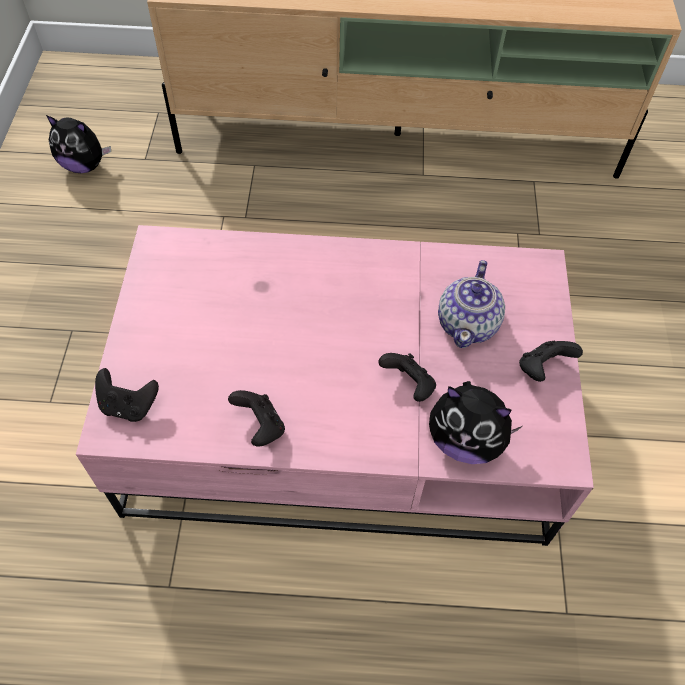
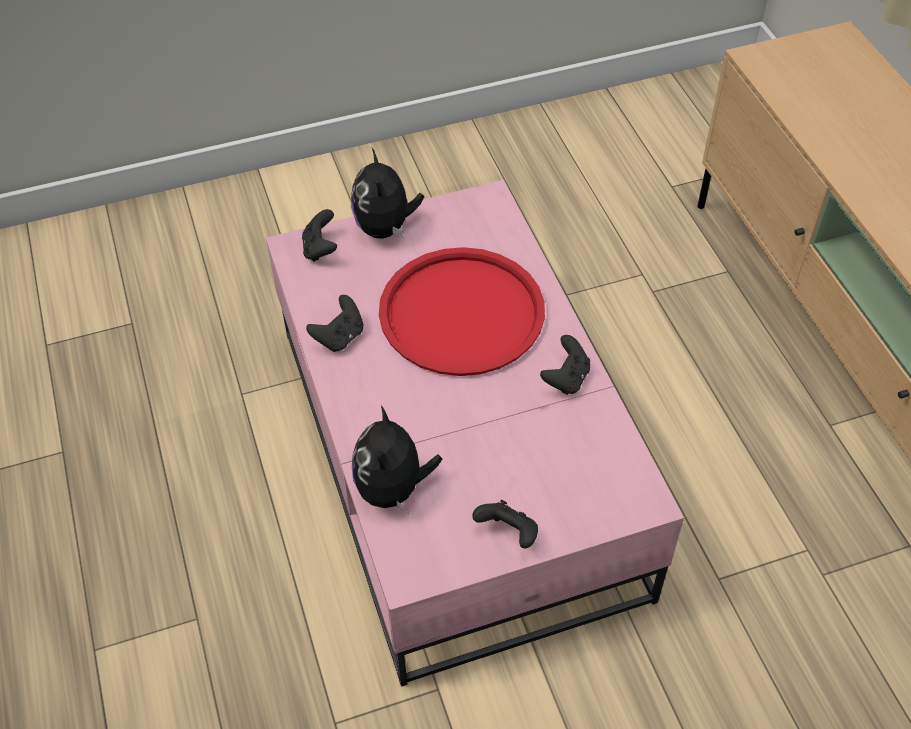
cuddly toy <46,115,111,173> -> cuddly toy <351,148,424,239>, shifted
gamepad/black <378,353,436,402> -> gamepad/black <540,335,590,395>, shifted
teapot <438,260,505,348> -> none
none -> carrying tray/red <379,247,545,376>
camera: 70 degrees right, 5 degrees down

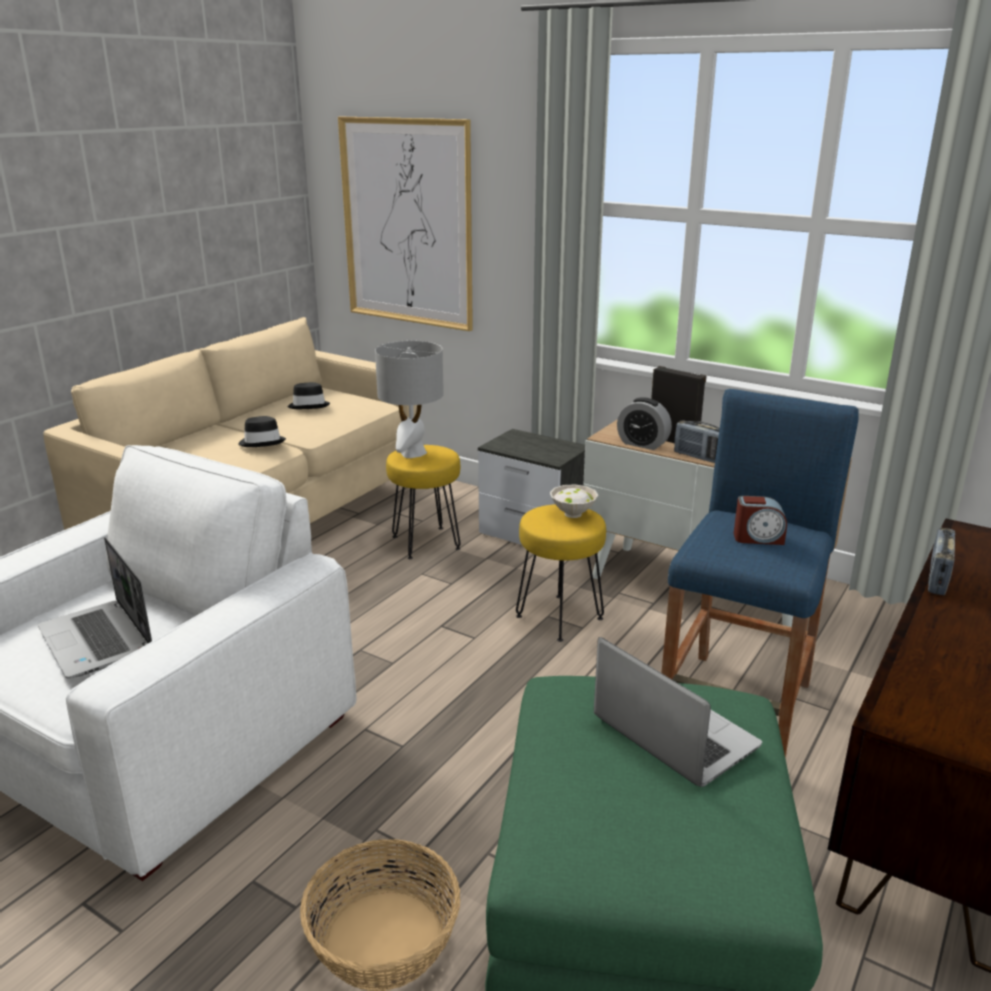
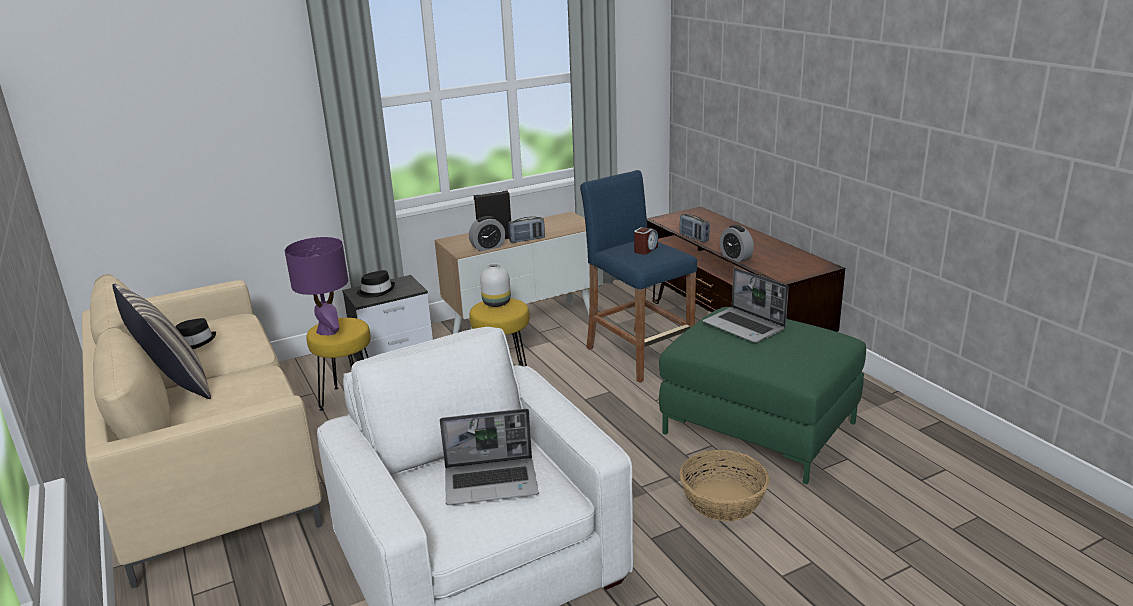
wearable hat/black <238,416,286,447> -> wearable hat/black <356,270,395,298>, shifted
picture <338,116,473,331> -> none
tabletop lamp/grey <375,341,444,458> -> tabletop lamp/purple-coloured <285,237,348,335>
deep dish/white-coloured <550,484,598,518> -> vase/white-coloured <480,263,511,307>
notebook computer <594,637,762,787> -> notebook computer <703,268,789,343>, 120 degrees counterclockwise
none -> cushion <112,283,211,399>
none -> alarm clock <720,225,754,262>
camera: 60 degrees left, 0 degrees up

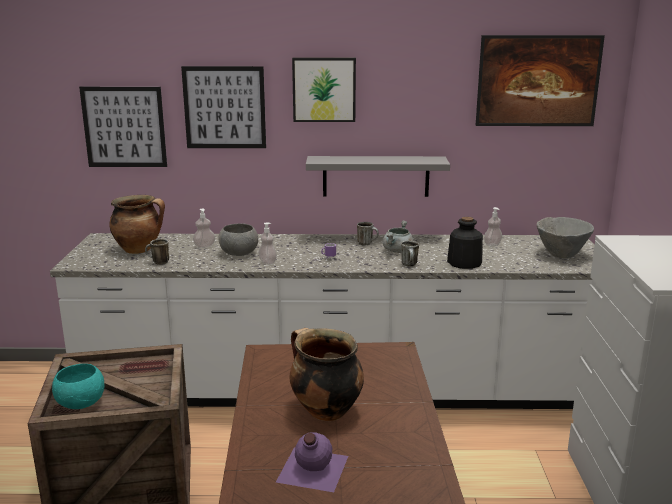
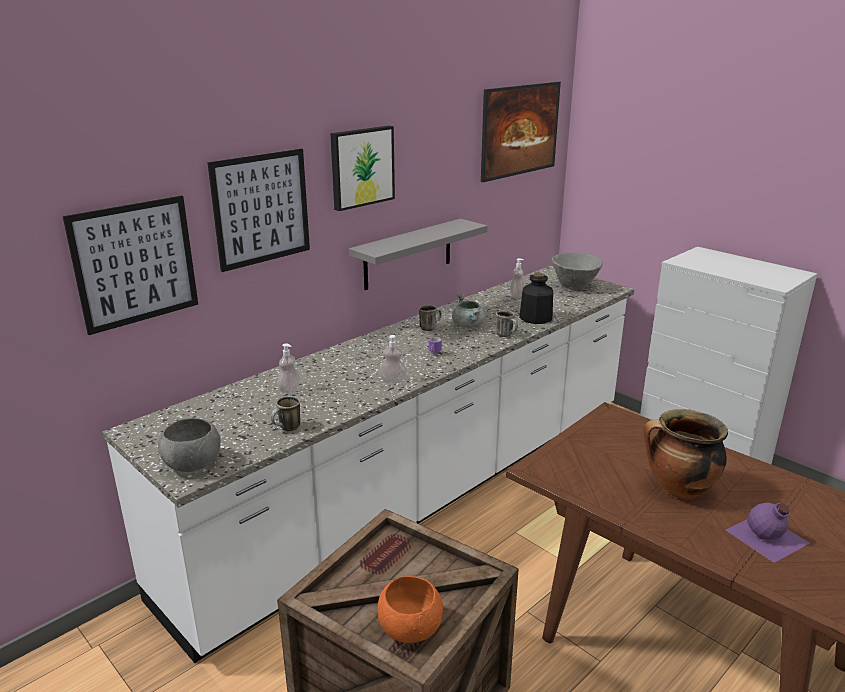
deep dish/blue-green <52,364,105,409> -> deep dish/orange-coloured <377,576,443,643>
saucepot <109,195,165,254> -> none
deep dish/grey <219,223,258,256> -> deep dish/grey <158,418,221,472>, shifted
camera: 45 degrees left, 5 degrees up

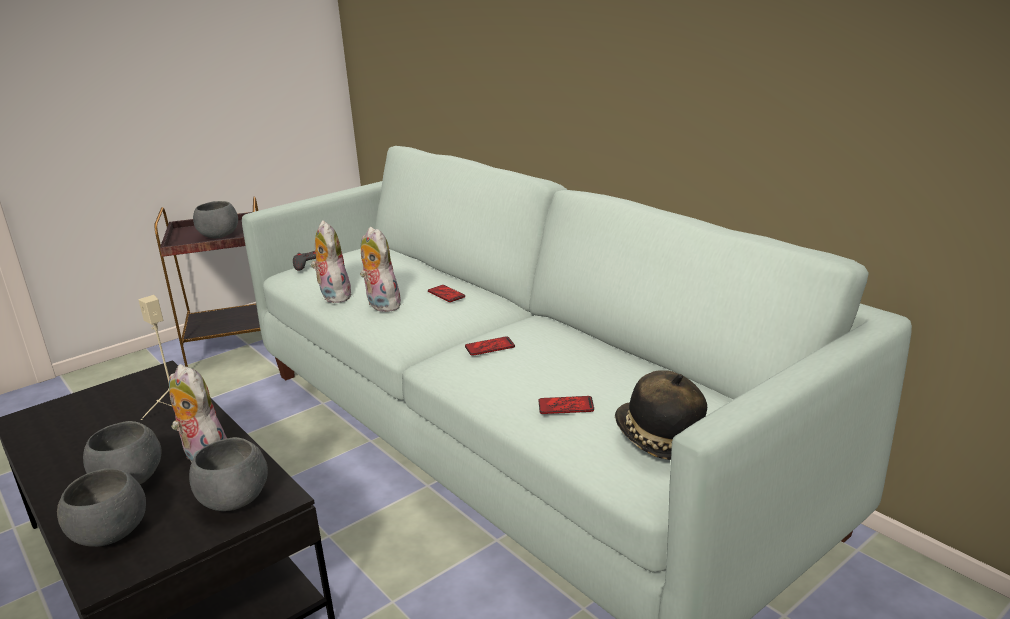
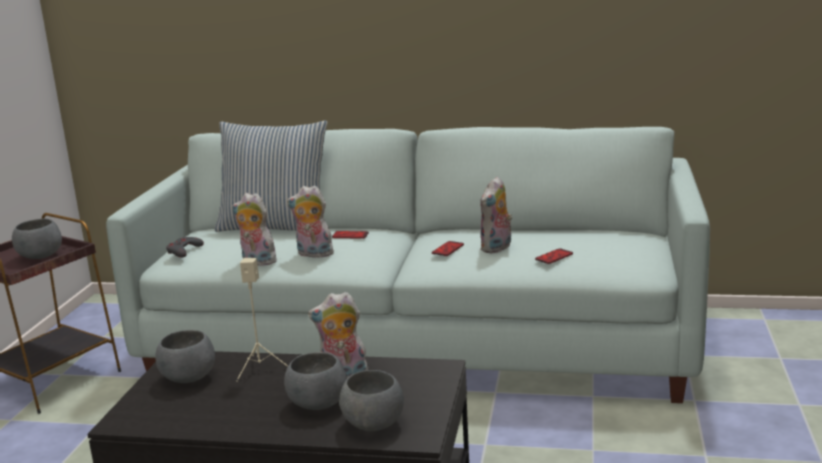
deep dish/grey <189,437,268,511> -> deep dish/grey <155,330,215,383>, shifted
wearable hat <615,370,707,460> -> none
none -> cushion <215,121,327,232>
none -> cuddly toy <480,176,512,253>
camera: 40 degrees left, 5 degrees down

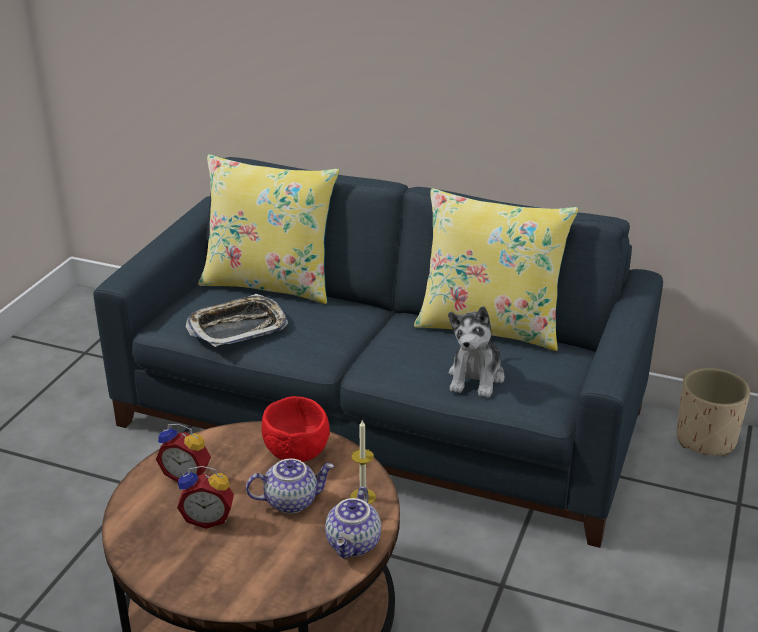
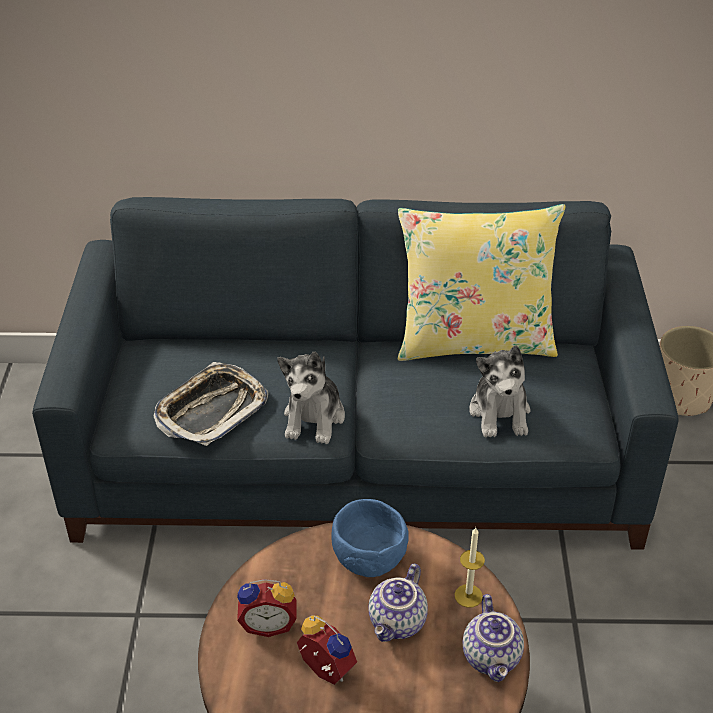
alarm clock <177,466,234,529> -> alarm clock <297,616,357,685>, 120 degrees counterclockwise
cushion/yellow-coloured <198,154,340,304> -> none
teapot <246,459,334,514> -> teapot <368,564,428,642>, 150 degrees clockwise
deep dish/red <261,396,330,462> -> deep dish/bluish <331,499,409,577>
none -> cuddly toy <277,352,345,444>
camera: 20 degrees left, 10 degrees up

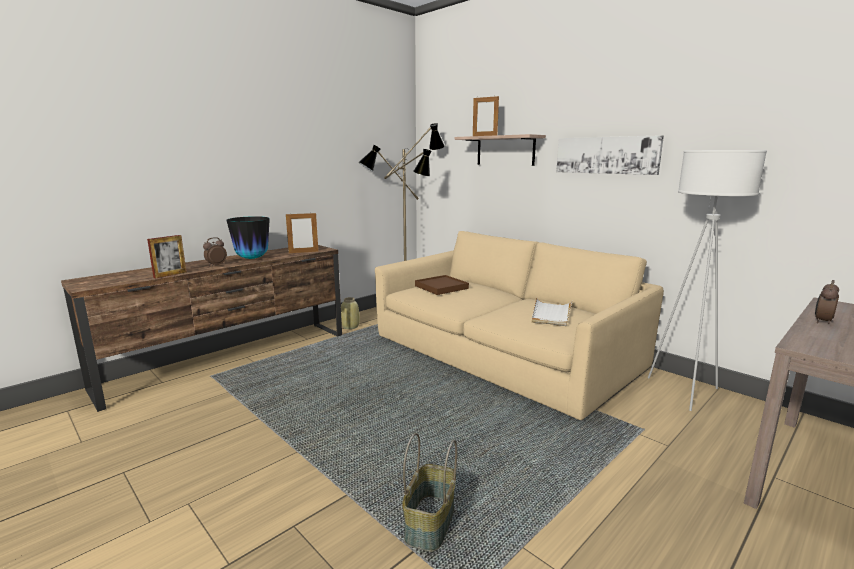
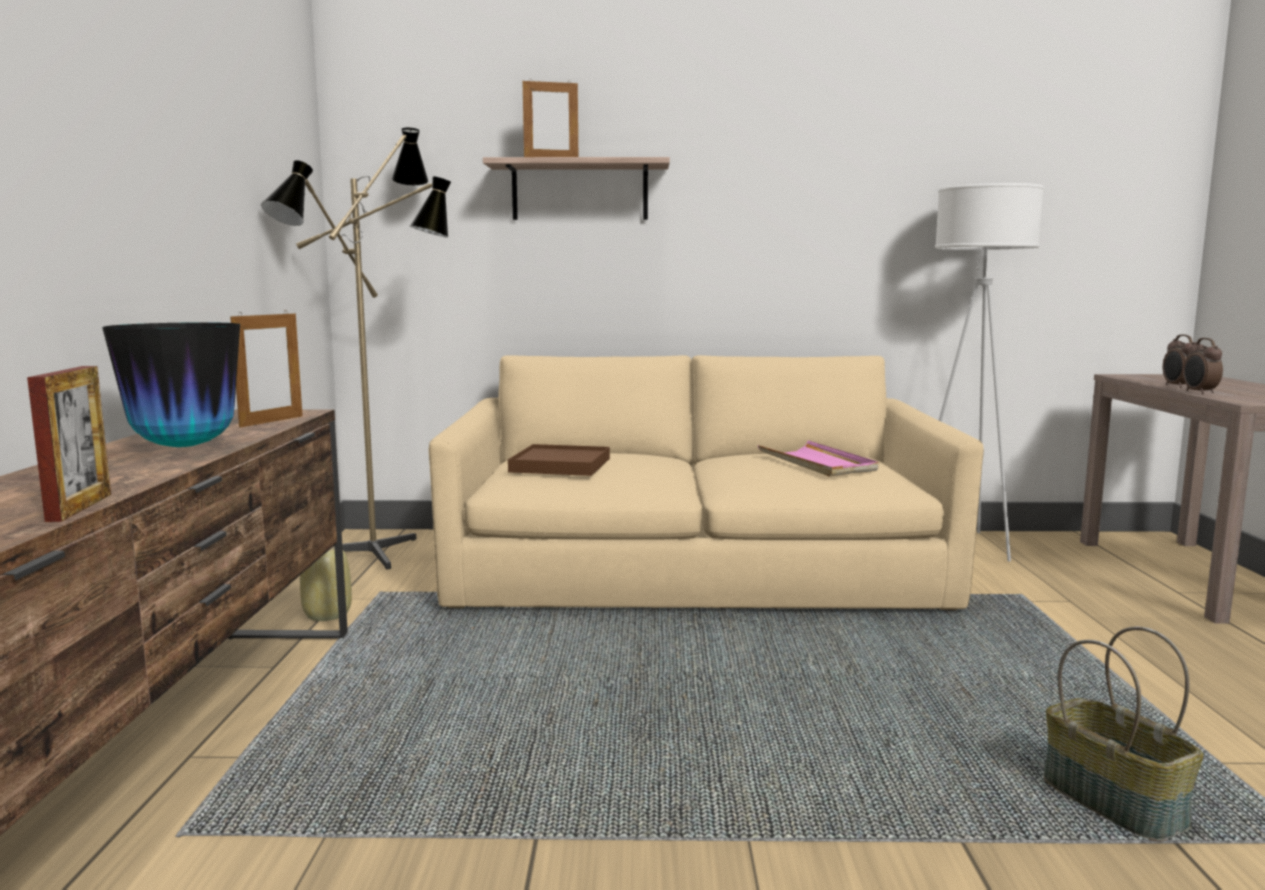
alarm clock <203,237,227,266> -> alarm clock <1183,338,1223,394>, shifted
carrying tray/white-coloured <532,297,573,326> -> carrying tray/pinkish <758,440,879,477>
picture <556,135,664,175> -> none
camera: 45 degrees left, 5 degrees down

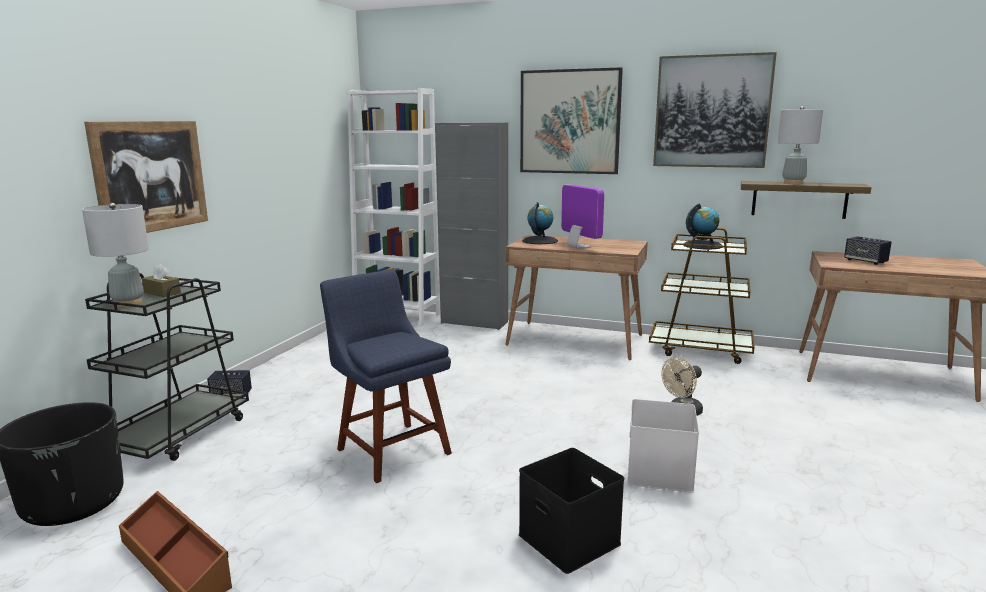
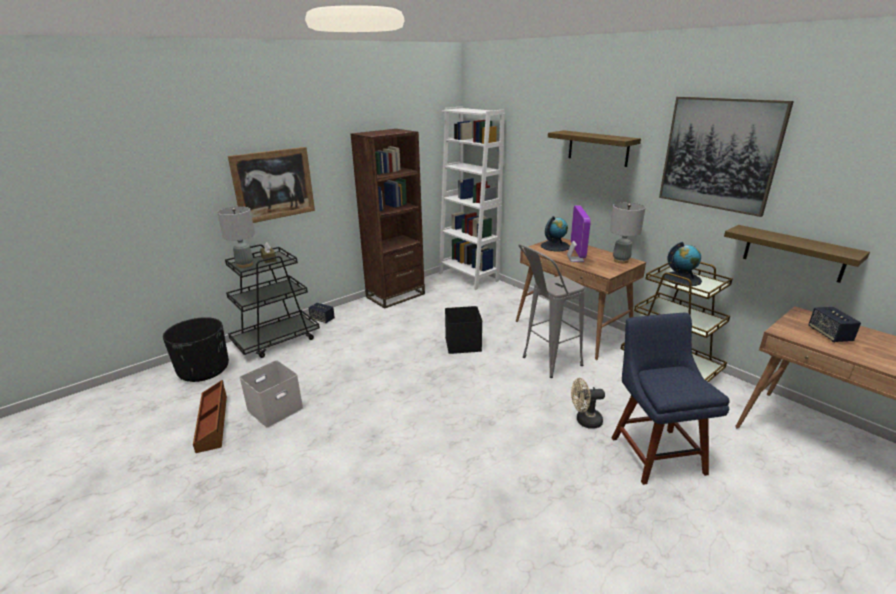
plain chair/bluish <320,270,452,483> -> plain chair/bluish <612,313,730,485>, shifted
storage cabinet/grey <435,122,508,330> -> none
storage bin/black <519,448,624,574> -> storage bin/black <445,306,482,354>, shifted
picture <520,67,623,174> -> wall shelf <548,130,641,167>
storage bin/white-coloured <627,399,699,492> -> storage bin/white-coloured <239,360,303,428>, shifted
tabletop lamp/grey <778,106,823,184> -> tabletop lamp/grey <610,202,645,263>, shifted
none -> bookcase/brown <350,129,425,309>
none -> stool/grey <518,244,585,378>
camera: 30 degrees right, 10 degrees up

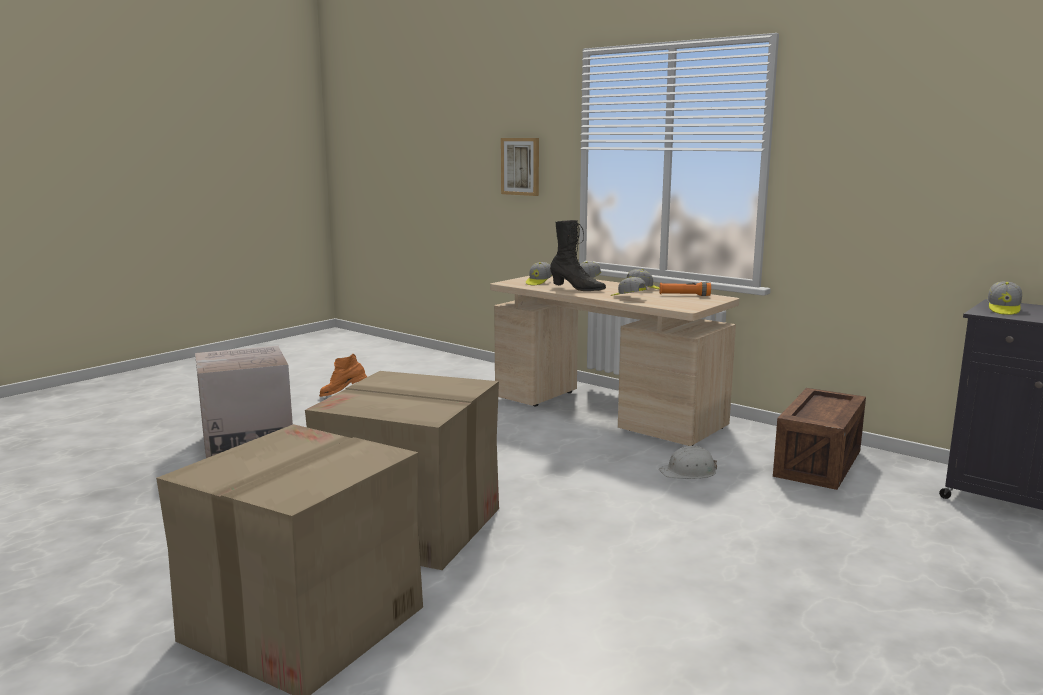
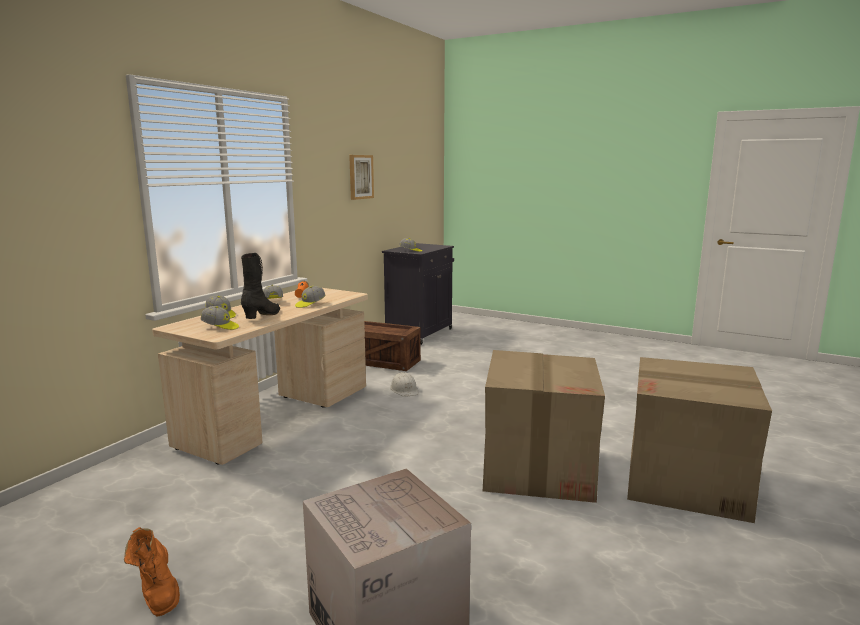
picture <501,138,539,196> -> picture <349,155,374,200>, shifted
camera: 100 degrees left, 0 degrees up

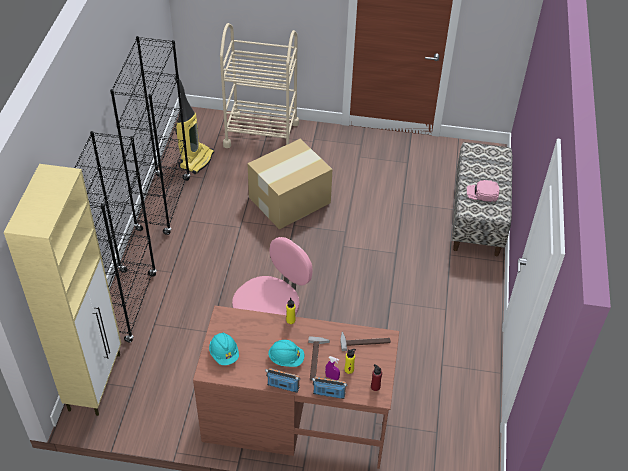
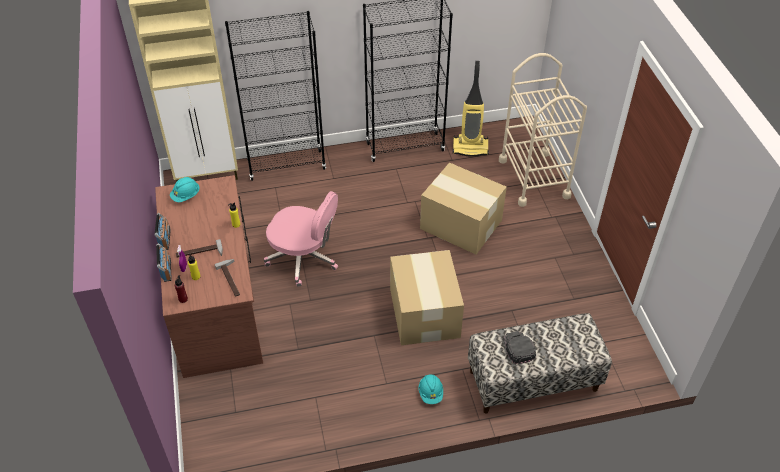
hard hat/blue-green <268,340,304,367> -> hard hat/blue-green <418,375,443,404>, shifted
baseball cap/pinkish <467,180,499,202> -> baseball cap/black <503,331,536,364>
none -> cardboard box <390,250,464,345>
camera: 70 degrees right, 0 degrees up

